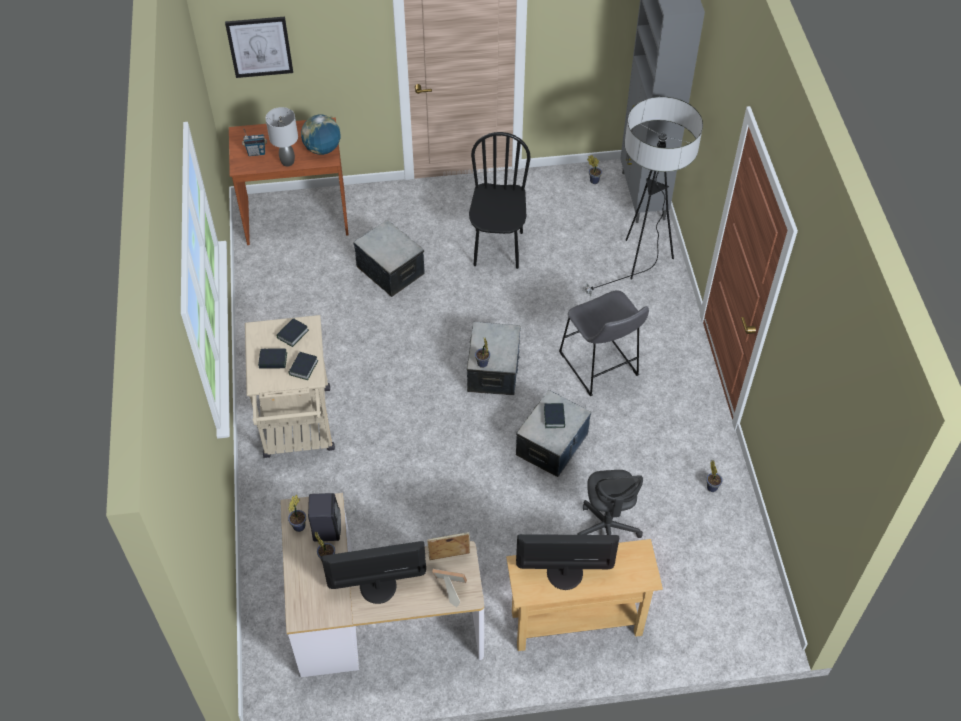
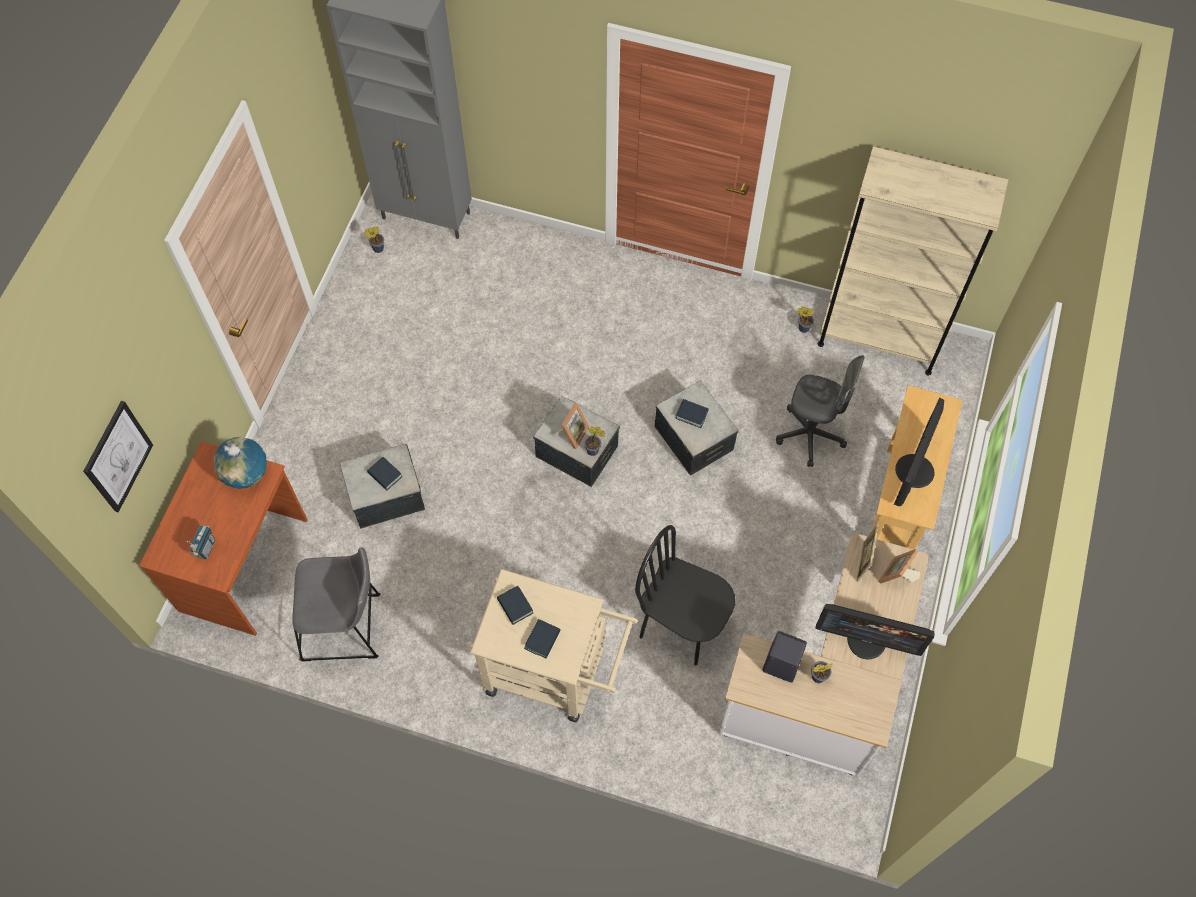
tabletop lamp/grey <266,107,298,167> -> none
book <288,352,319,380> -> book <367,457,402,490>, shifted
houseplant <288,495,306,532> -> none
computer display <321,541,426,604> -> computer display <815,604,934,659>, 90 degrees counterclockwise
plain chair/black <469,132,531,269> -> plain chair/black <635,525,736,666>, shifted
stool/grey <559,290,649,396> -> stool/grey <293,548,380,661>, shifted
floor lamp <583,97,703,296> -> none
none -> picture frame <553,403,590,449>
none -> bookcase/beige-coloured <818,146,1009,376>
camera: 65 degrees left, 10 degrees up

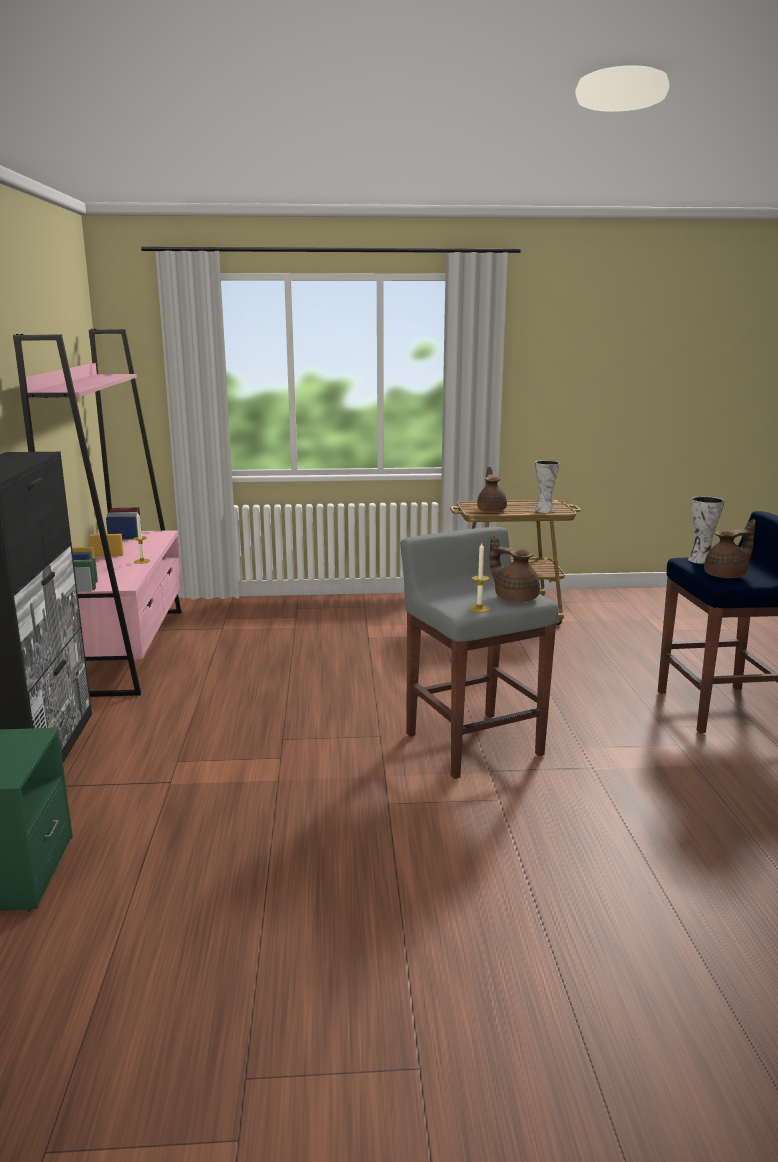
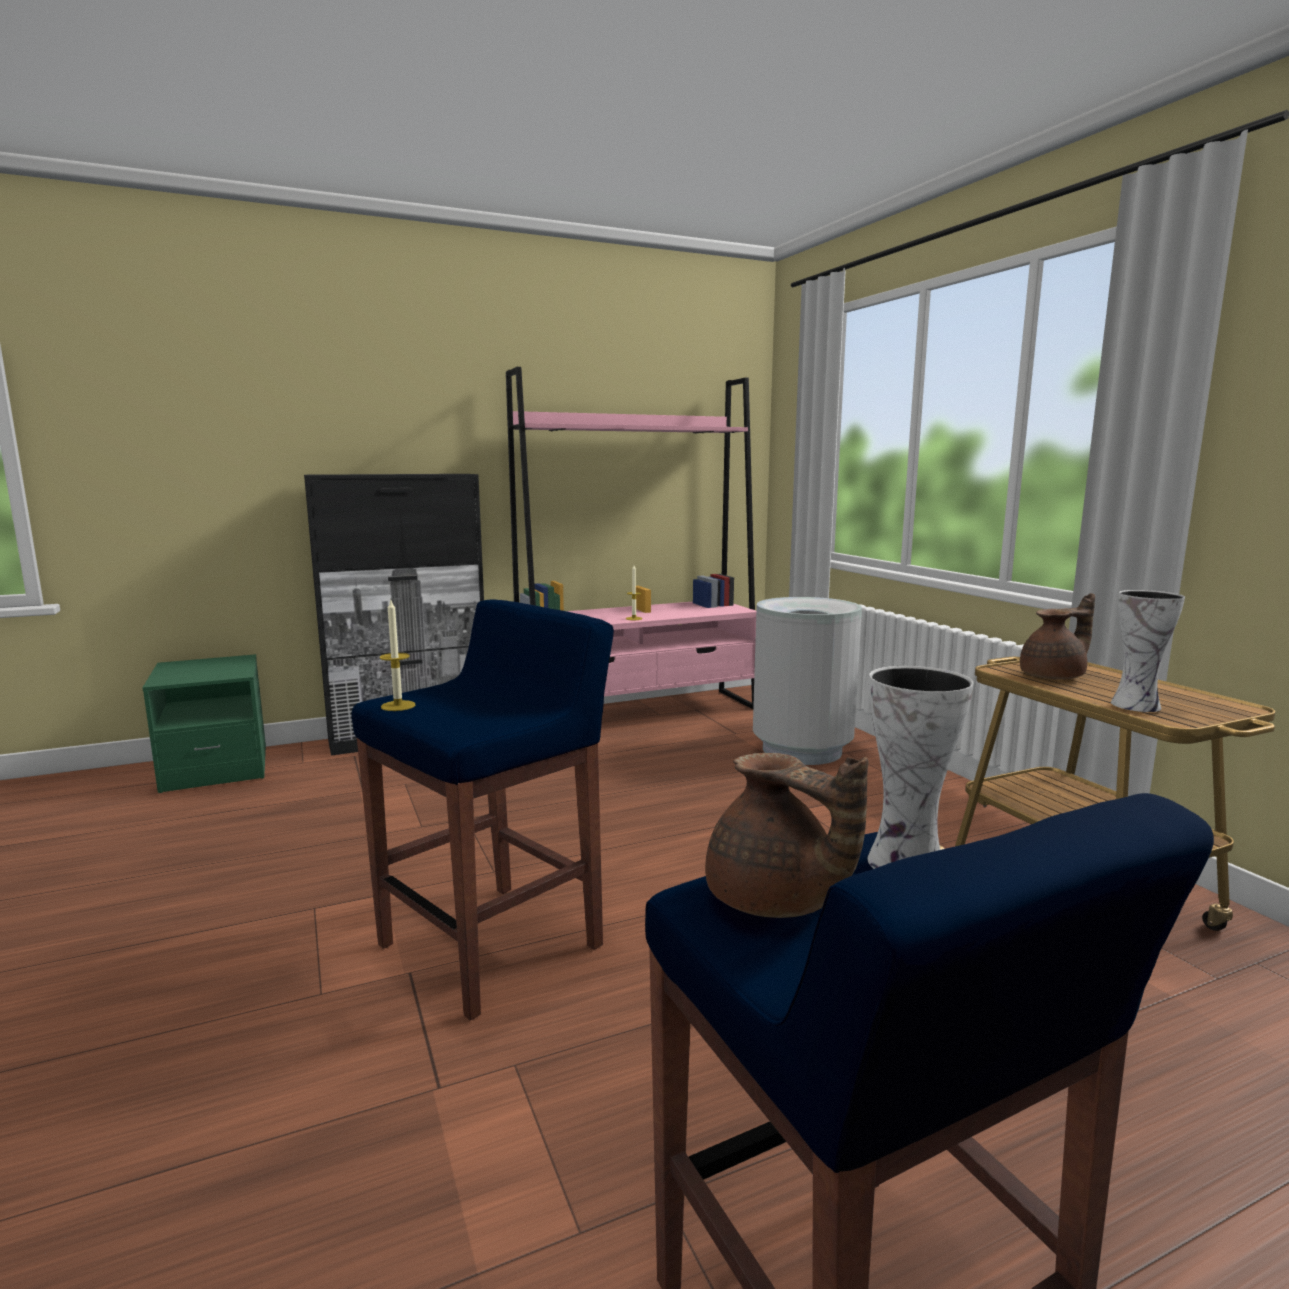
stool/grey <400,527,559,779> -> stool/bluish <351,599,614,1020>
teapot/brown <489,535,540,602> -> none
none -> rubbish bin/grey <753,597,862,765>
camera: 70 degrees right, 5 degrees down

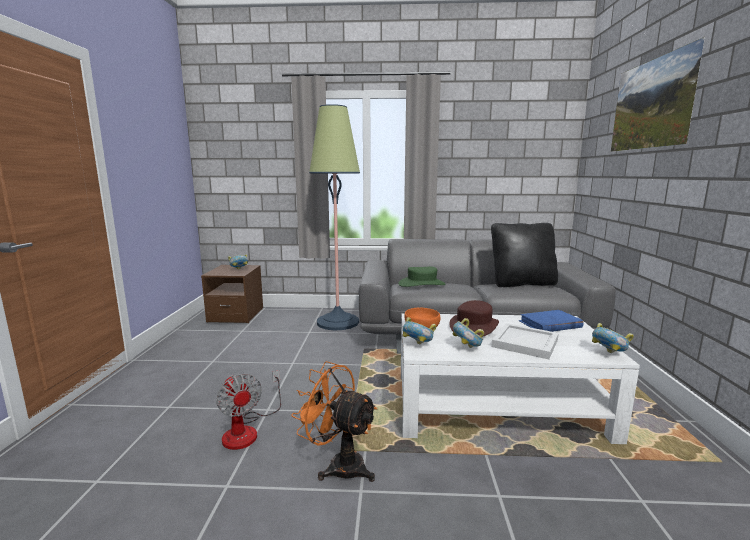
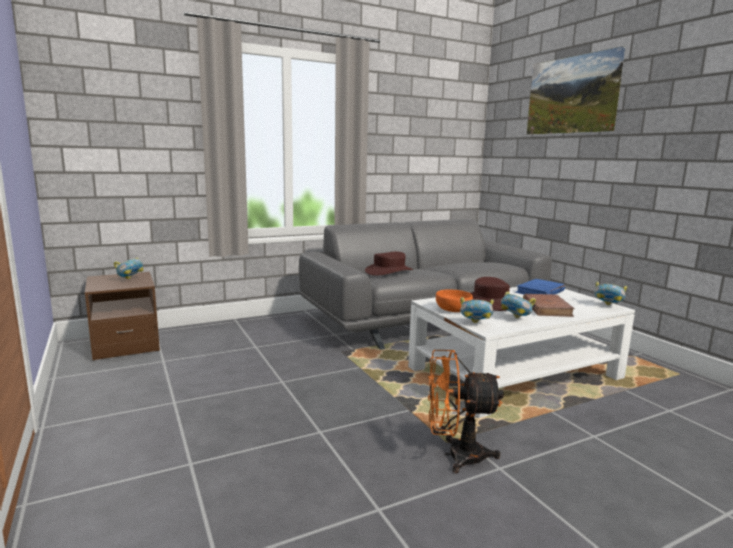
electric fan <216,370,281,450> -> none
floor lamp <309,104,360,331> -> none
wearable hat/green-coloured <398,267,446,287> -> wearable hat/brown <365,252,413,275>
cushion/black <491,223,558,287> -> none
carrying tray/white-coloured <491,323,559,360> -> book/brown <523,294,575,317>
camera: 30 degrees left, 0 degrees up

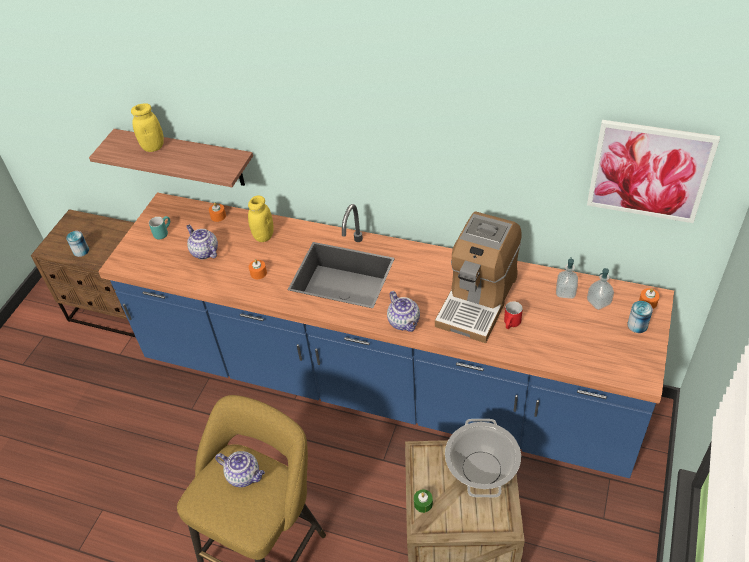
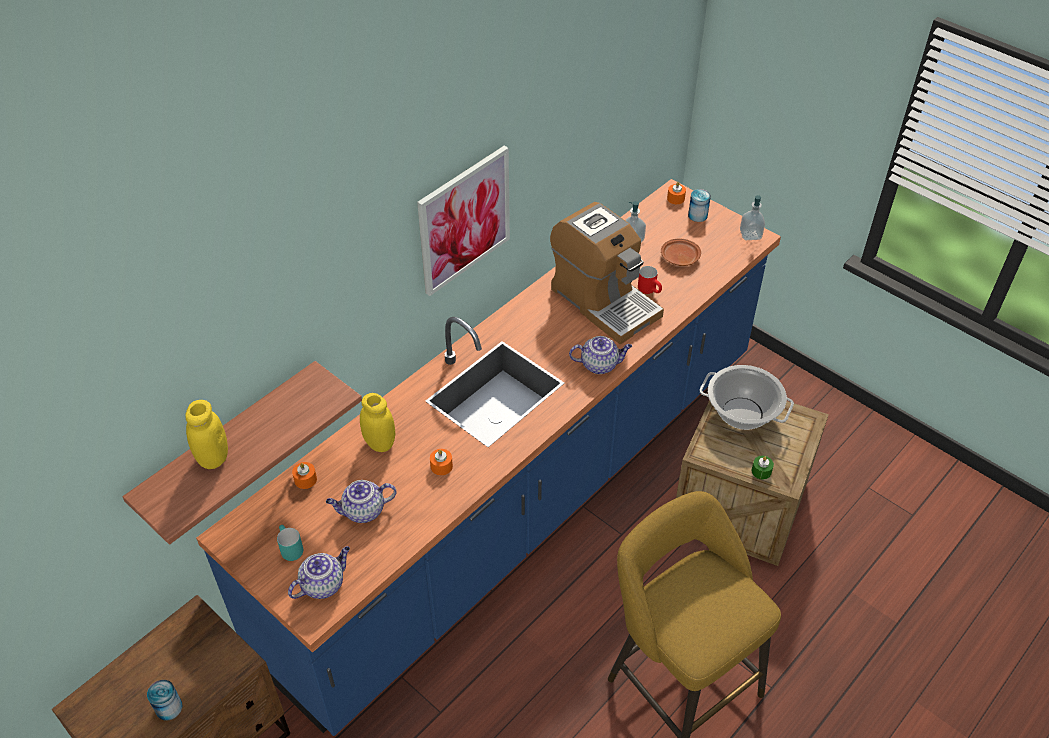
teapot <215,451,265,487> -> teapot <288,546,350,599>, shifted
picture <587,120,720,223> -> picture <417,146,510,296>, shifted
liquid soap bottle <587,268,614,310> -> liquid soap bottle <740,195,765,240>, shifted
none -> flat dish/brown <661,239,701,266>
camera: 70 degrees left, 0 degrees up

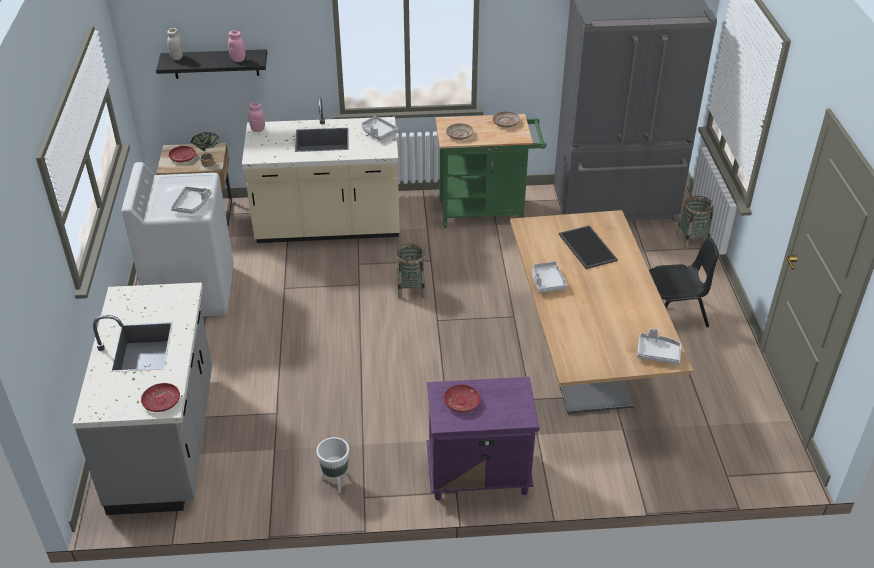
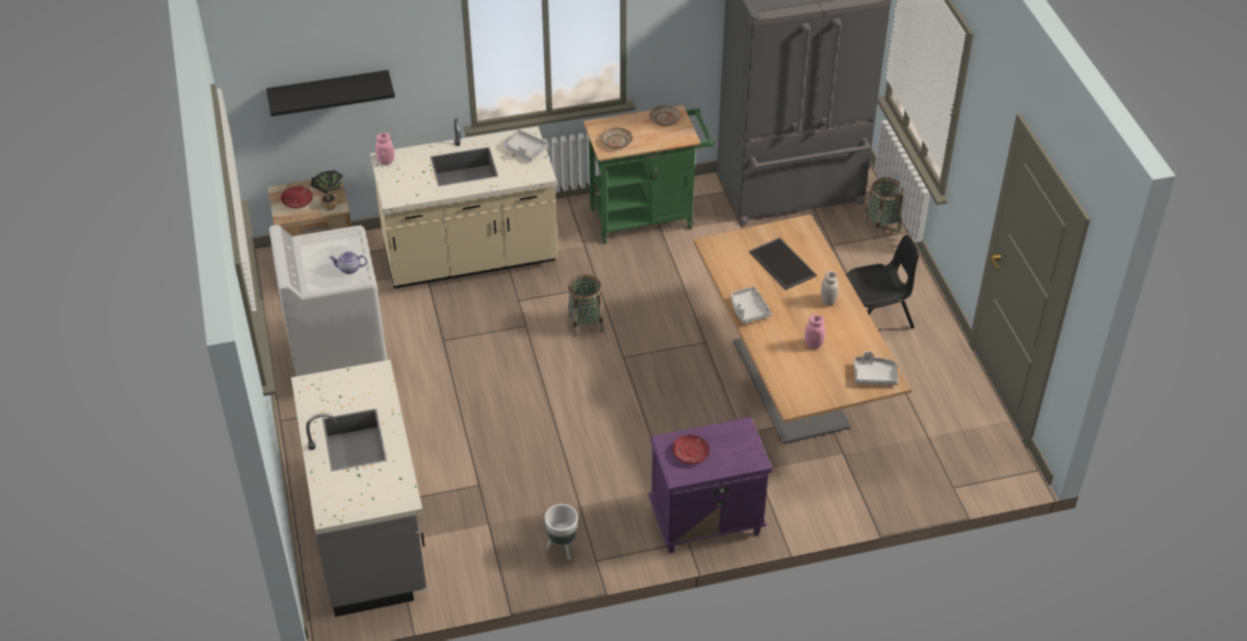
flat dish/red <141,383,180,412> -> none
storage jar/white-coloured <167,28,183,60> -> storage jar/white-coloured <821,271,838,305>, shifted
carrying tray/grey <171,186,212,214> -> teapot <329,251,367,274>
storage jar/pinkish <228,30,245,62> -> storage jar/pinkish <805,315,825,349>, shifted
camera: 10 degrees left, 5 degrees up

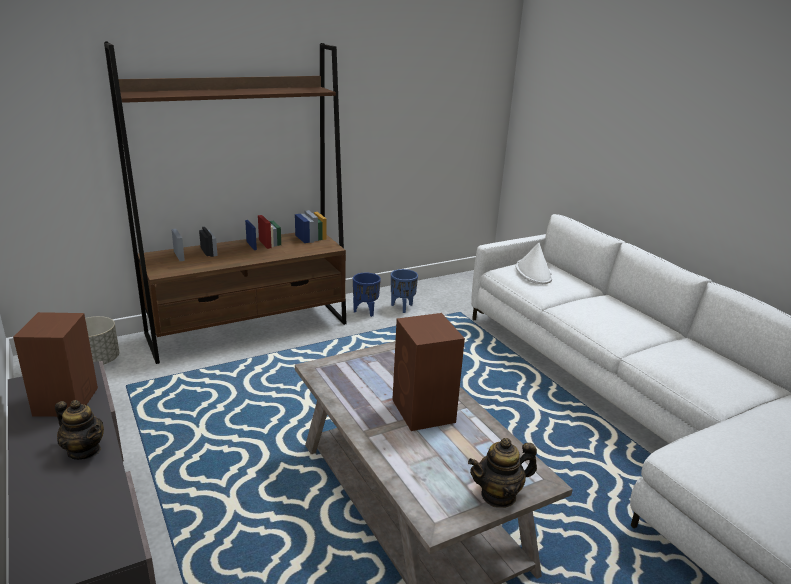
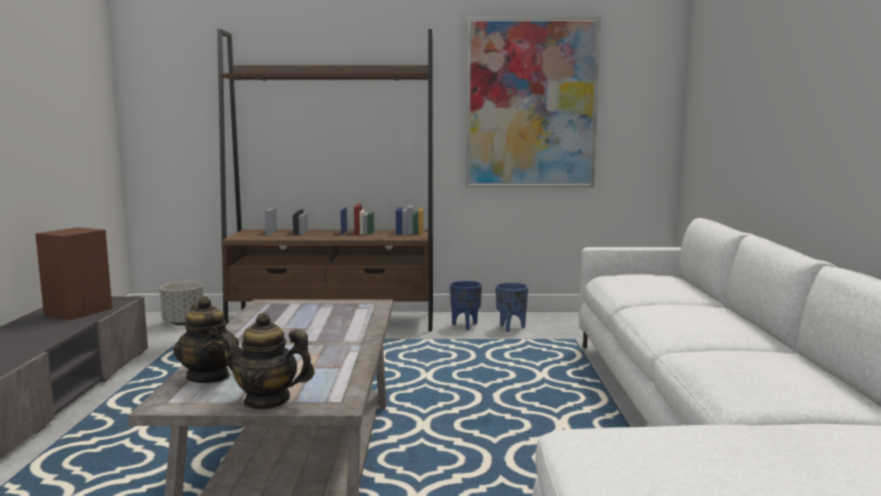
teapot <55,400,104,460> -> teapot <174,296,239,383>, shifted
audio speaker/brown <392,313,465,431> -> none
wearable hat/white-coloured <516,243,552,284> -> none
none -> picture <466,16,601,188>
camera: 30 degrees right, 15 degrees down

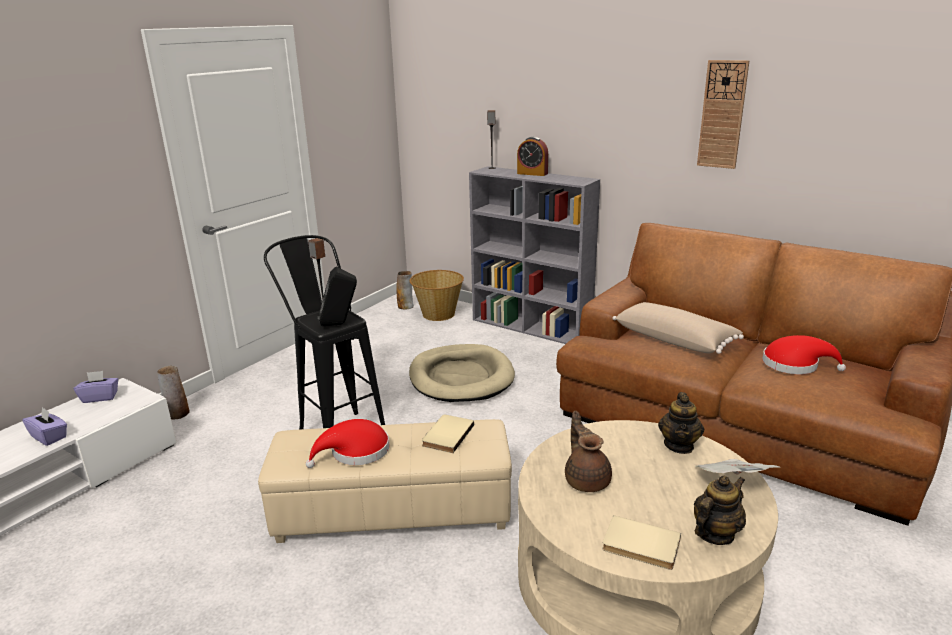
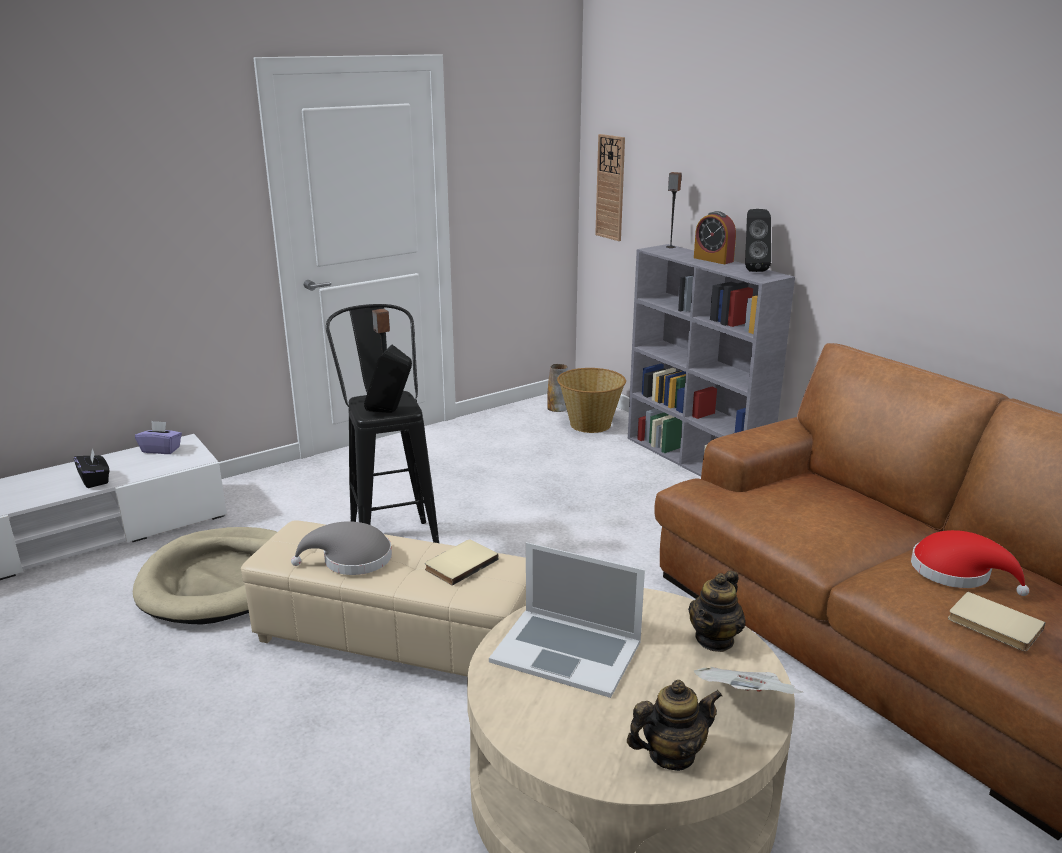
box of tissues/purple-coloured <22,407,67,446> -> box of tissues/black <74,447,110,488>
vase <157,366,190,419> -> none
wearable hat/red <306,419,390,468> -> wearable hat/grey <291,521,392,575>
dog cushion/beige-coloured <409,344,515,402> -> dog cushion/beige-coloured <133,527,277,625>, shifted
teapot/brown <565,411,612,492> -> notebook computer <489,542,645,698>
book/beige-coloured <602,515,681,570> -> book/beige-coloured <948,592,1046,651>, shifted
cushion/beige-coloured <612,302,744,354> -> none
wall clock <697,60,749,169> -> wall clock <595,134,625,241>, shifted
none -> audio speaker/black <745,209,771,272>
camera: 20 degrees right, 0 degrees up

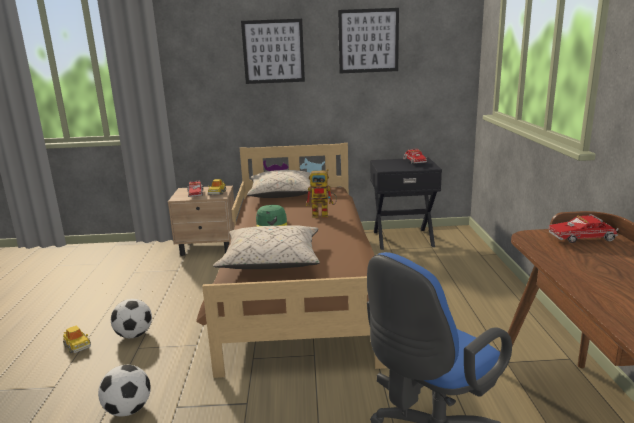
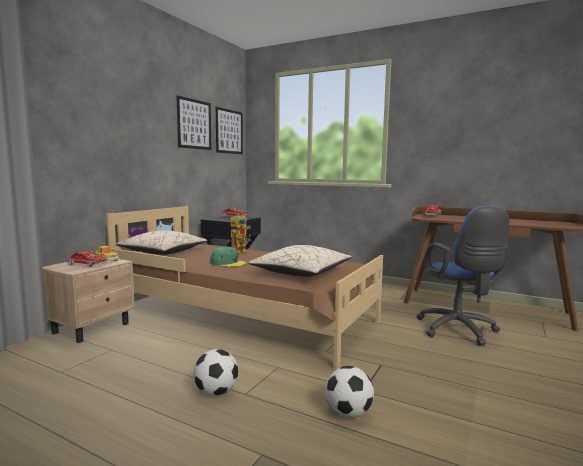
miniature car <63,325,91,353> -> none
picture <241,19,305,84> -> picture <216,107,243,154>, shifted
camera: 60 degrees left, 10 degrees down

